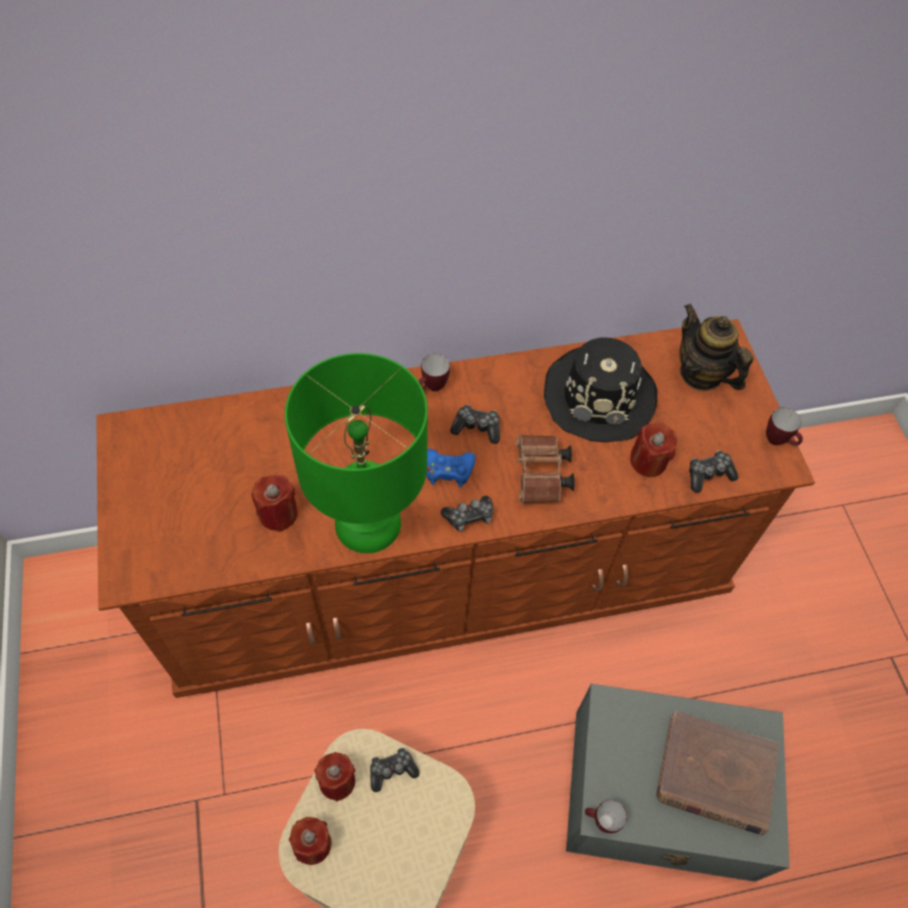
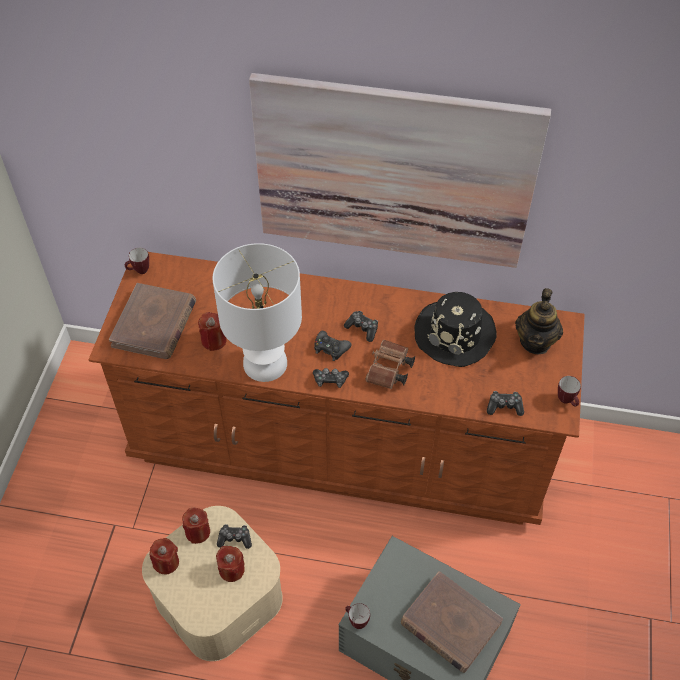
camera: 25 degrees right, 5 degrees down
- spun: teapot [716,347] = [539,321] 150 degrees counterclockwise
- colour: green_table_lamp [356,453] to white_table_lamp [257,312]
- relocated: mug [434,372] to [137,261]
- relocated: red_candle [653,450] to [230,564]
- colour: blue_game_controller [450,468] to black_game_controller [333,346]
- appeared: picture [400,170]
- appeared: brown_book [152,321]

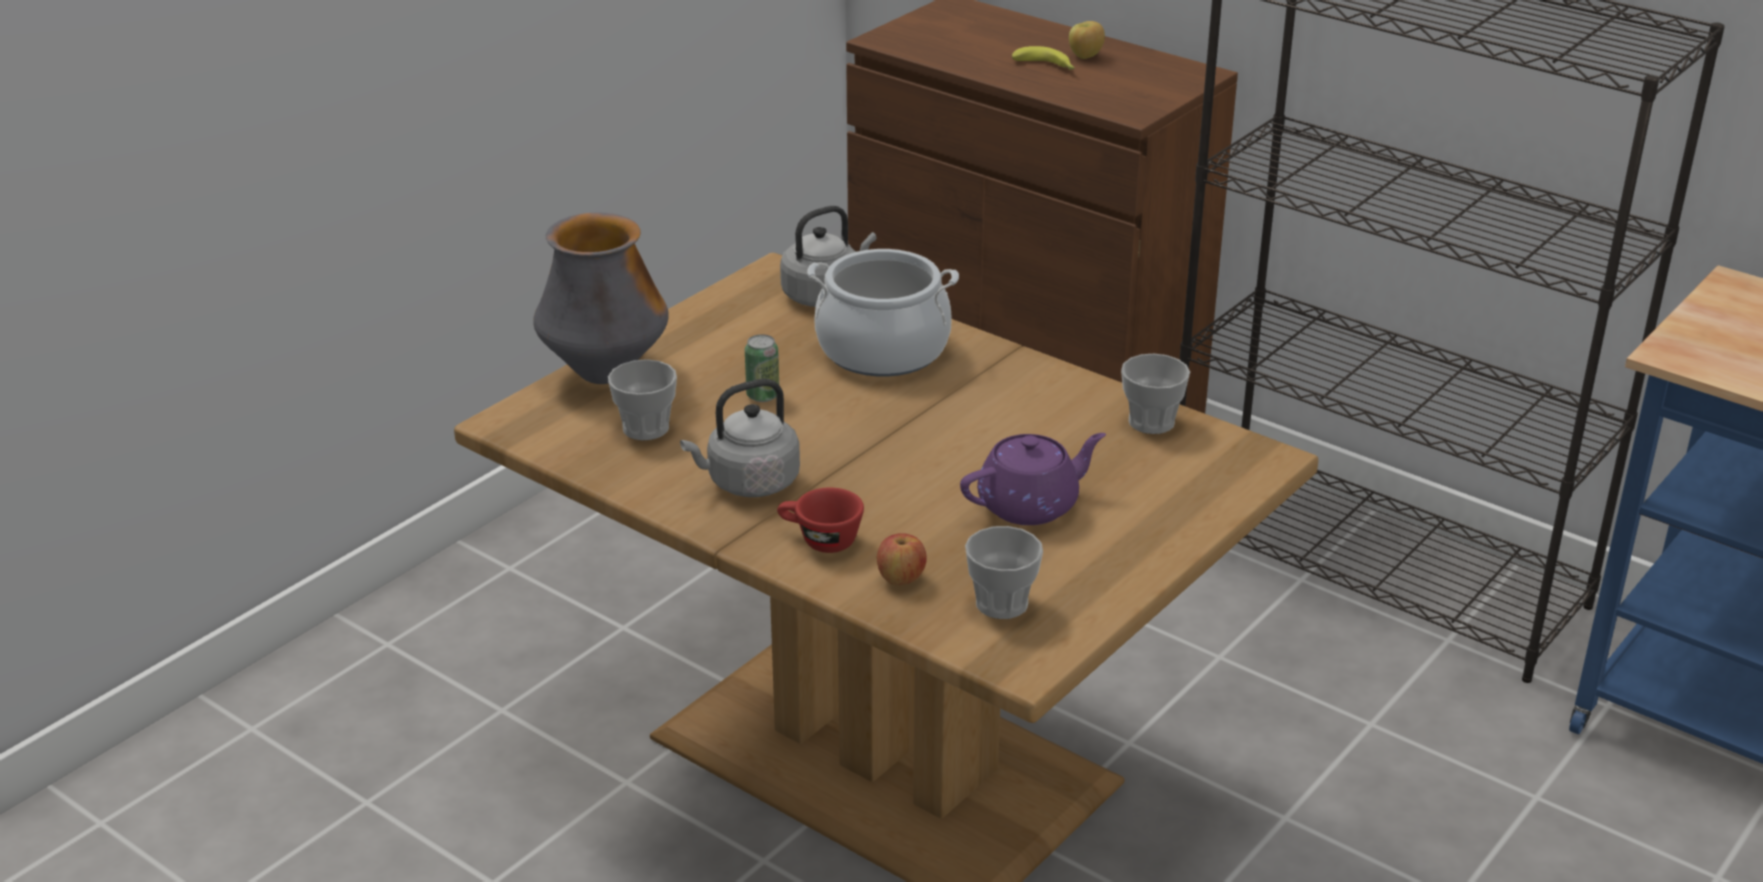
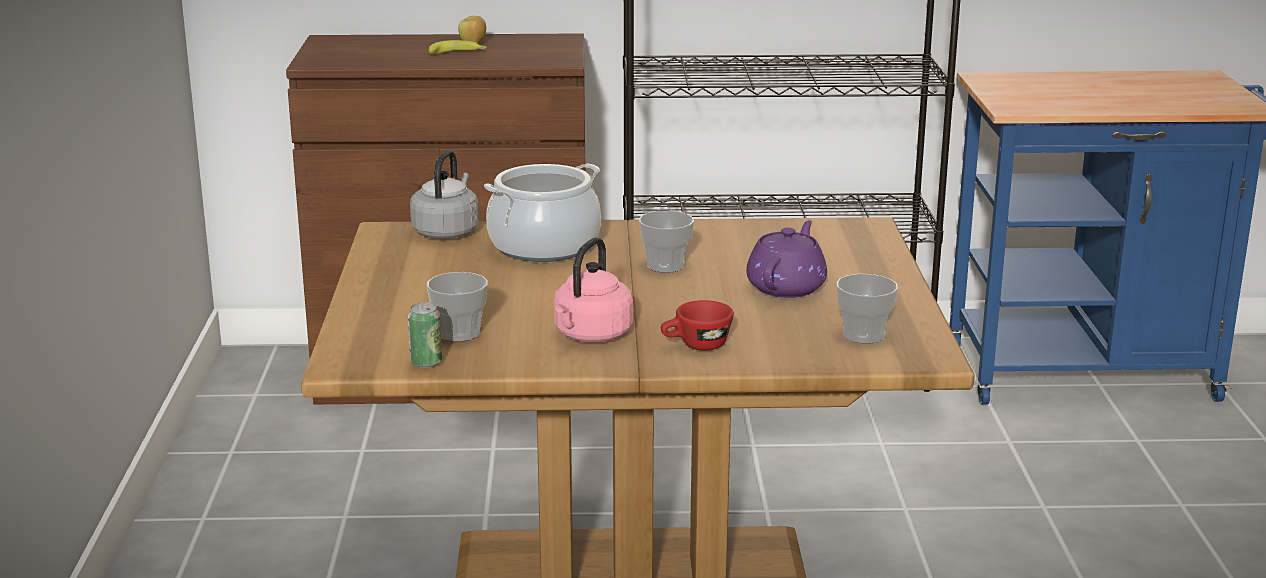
camera: 40 degrees left, 10 degrees down
- missing: vase [601,298]
- relocated: can [762,368] to [425,335]
- relocated: cup [1155,394] to [666,242]
- colour: grey_kettle [740,438] to pink_kettle [593,289]
- missing: apple [902,559]

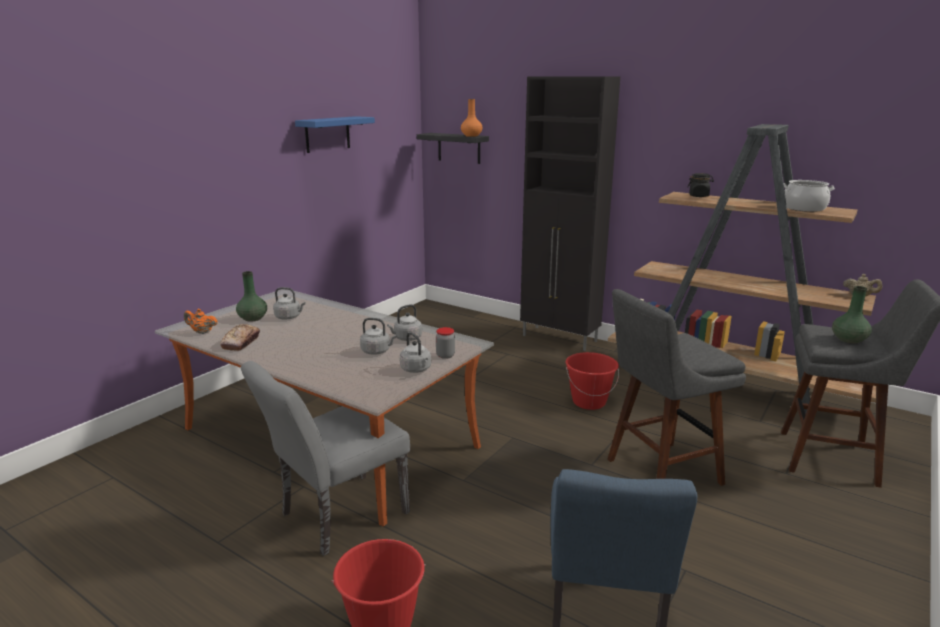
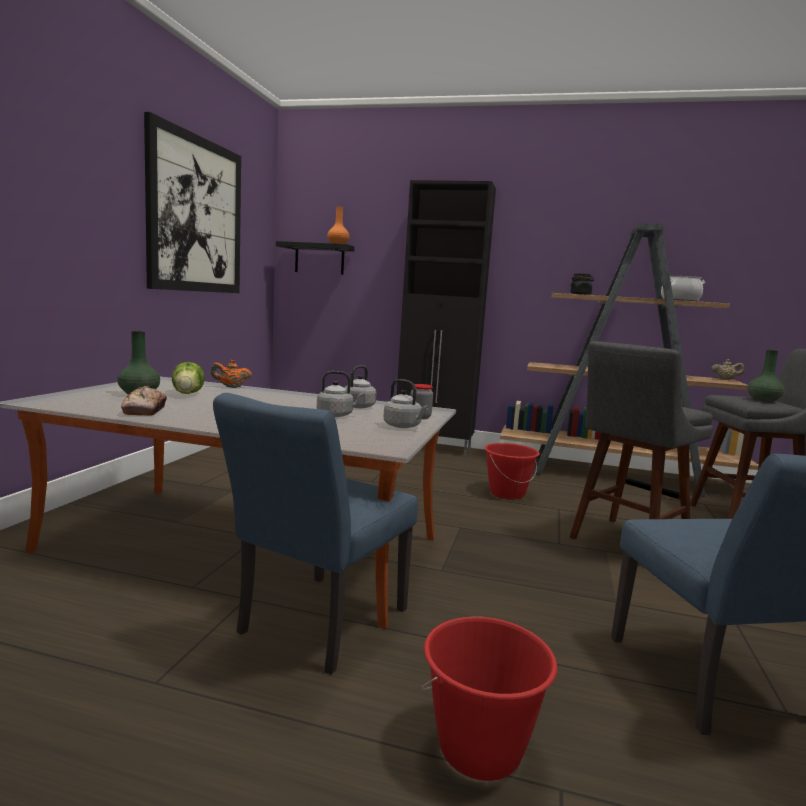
camera: 20 degrees left, 10 degrees down
- exchanged: blue_shelf [335,134] to picture [192,202]
- exchanged: grey_kettle [289,303] to lettuce [188,378]
- relocated: orange_teapot [201,321] to [231,374]
- colour: grey_chair [325,458] to blue_chair [315,533]

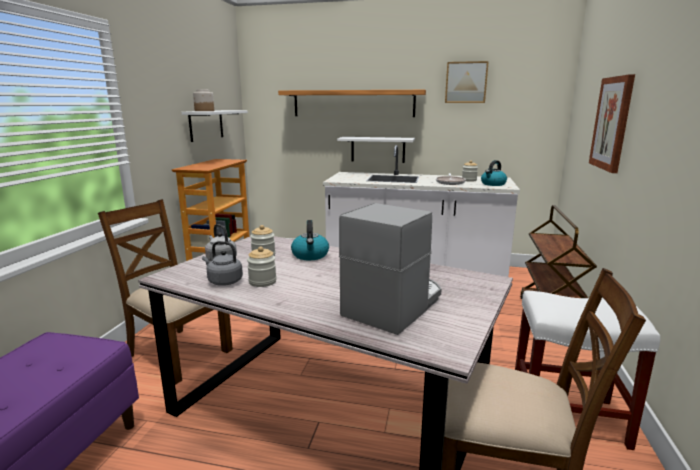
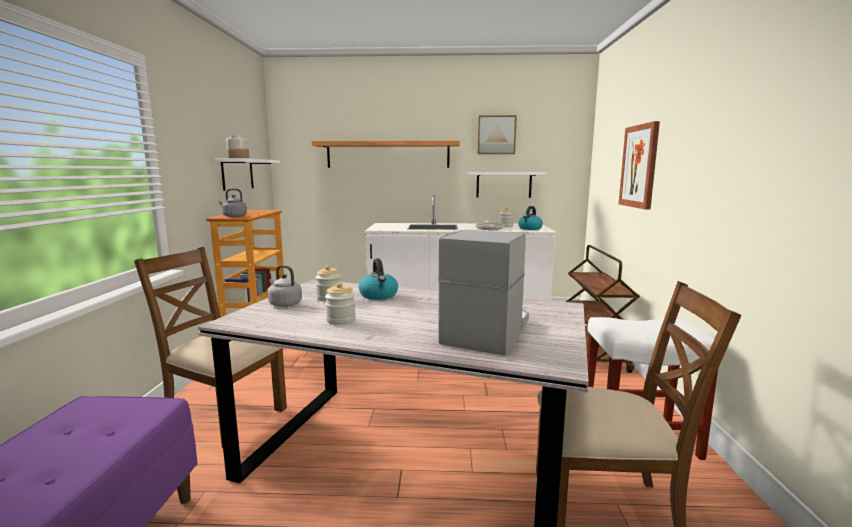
camera: 10 degrees left, 5 degrees down
- relocated: white_shelf [376,150] to [507,185]
- relocated: grey_kettle [222,263] to [233,202]

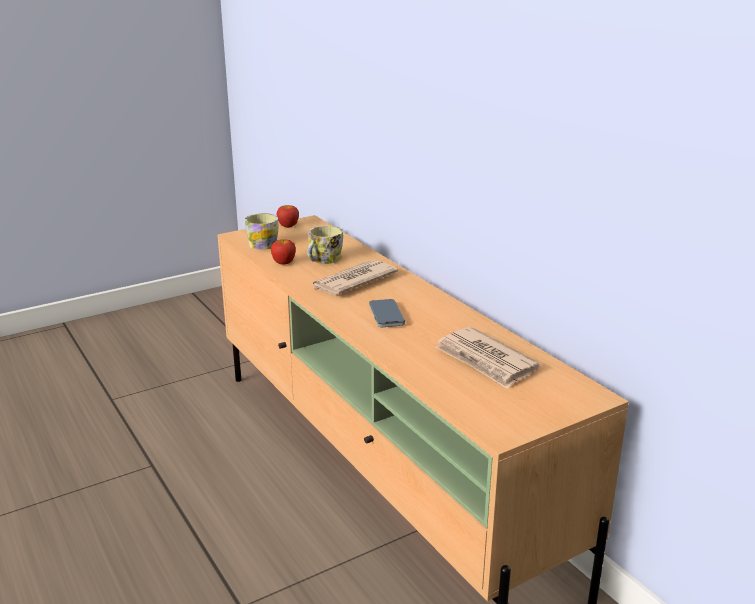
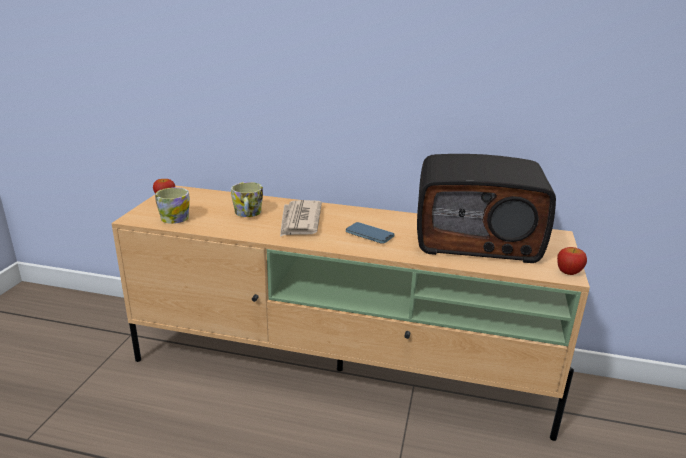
camera: 45 degrees left, 0 degrees up
- relocated: apple [283,252] to [572,261]
- exchanged: newspaper [487,358] to radio [486,208]

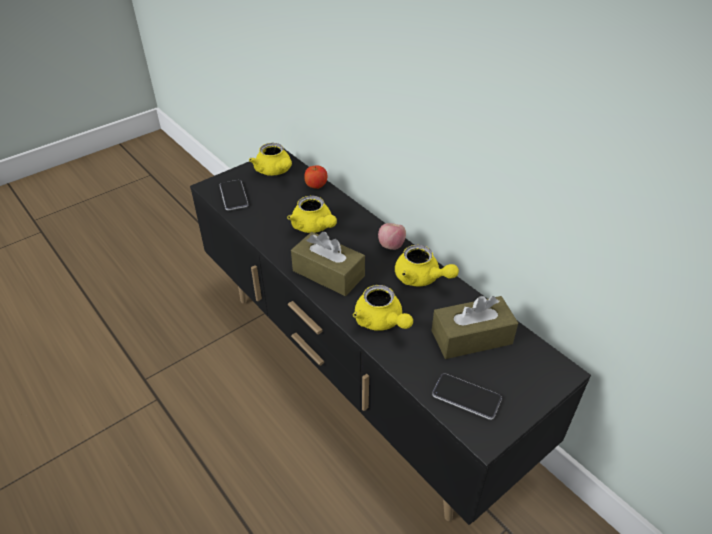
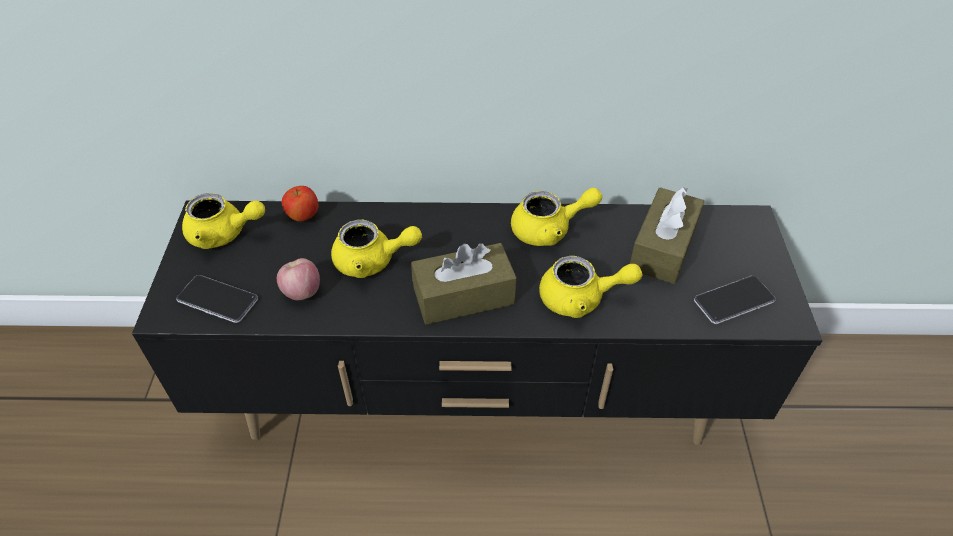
camera: 50 degrees left, 5 degrees up
- relocated: apple [392,236] to [298,279]

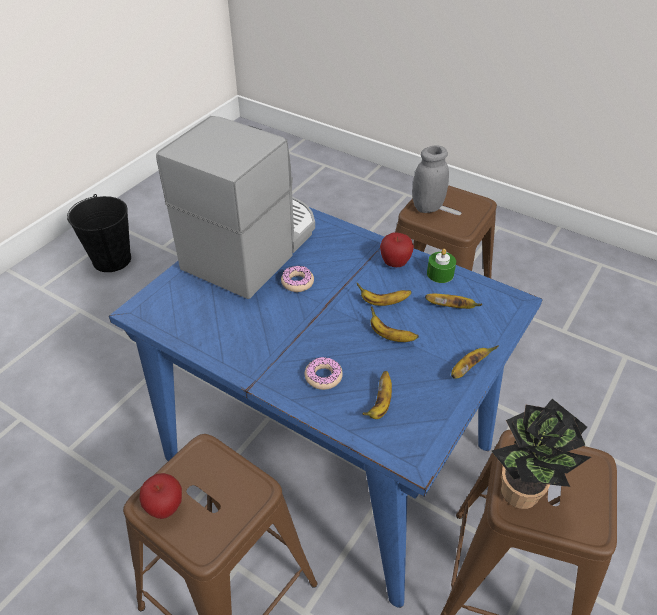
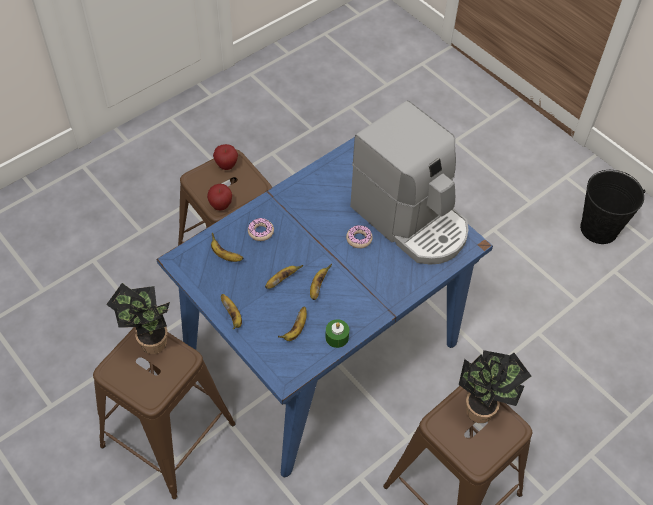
camera: 105 degrees right, 10 degrees up
- exchanged: grey_jar [430,179] to potted_plant [494,386]
- relocated: apple [397,249] to [219,197]

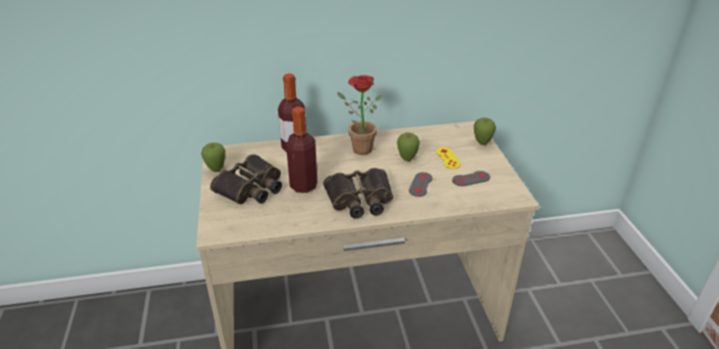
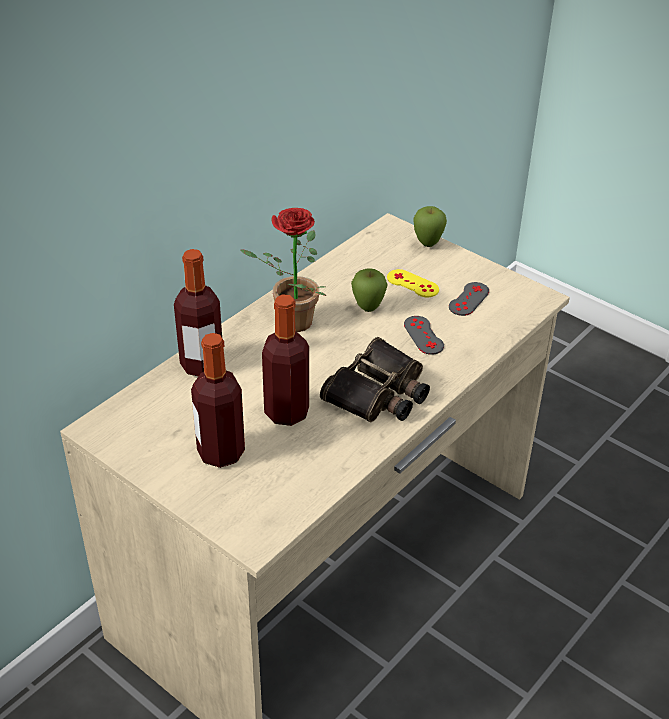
camera: 40 degrees left, 5 degrees up
- missing: apple [213,157]
- exchanged: binoculars [246,179] to bottle [218,400]

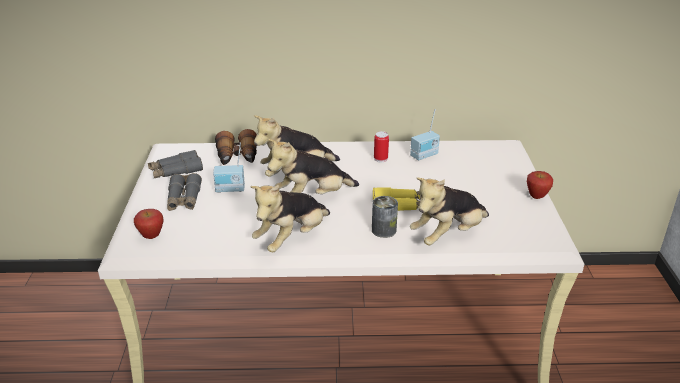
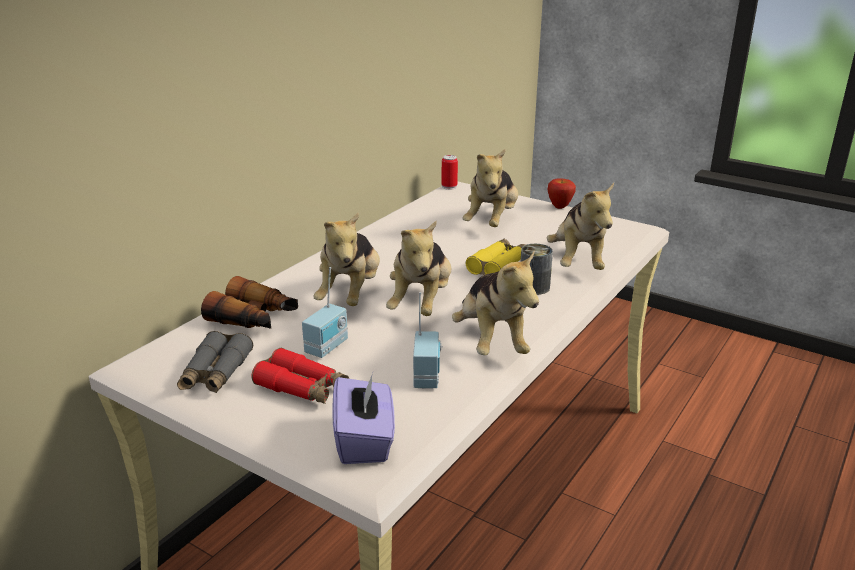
camera: 55 degrees left, 5 degrees down
- relocated: radio [425,135] to [428,340]
- relocated: can [381,146] to [449,172]
- colour: grey_binoculars [184,192] to red_binoculars [300,375]
- exchanged: apple [149,224] to purple_tissue_box [364,418]
- appeared: plush_toy [490,187]

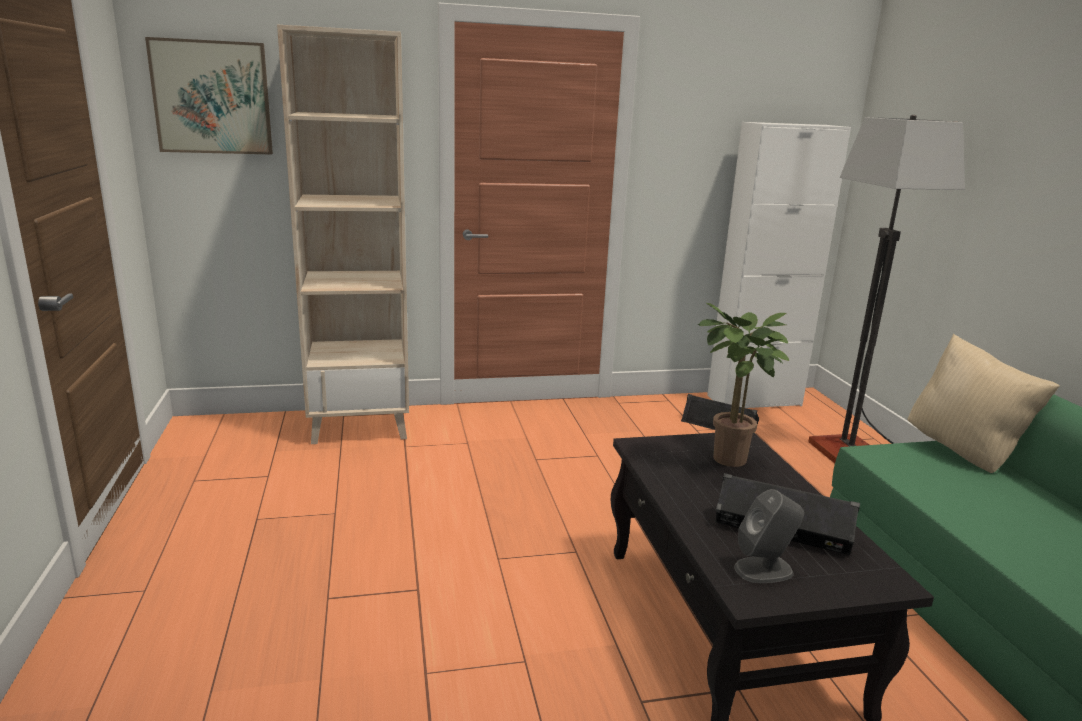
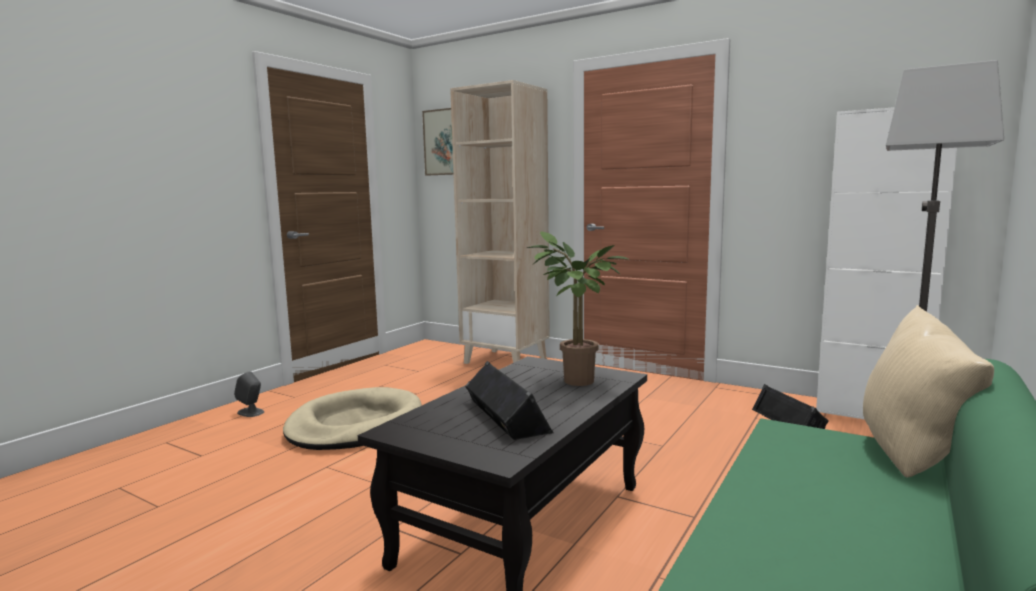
camera: 45 degrees right, 10 degrees down
- relocated: grey_speaker [769,536] to [249,394]
- appeared: beige_dog_bed [352,418]

